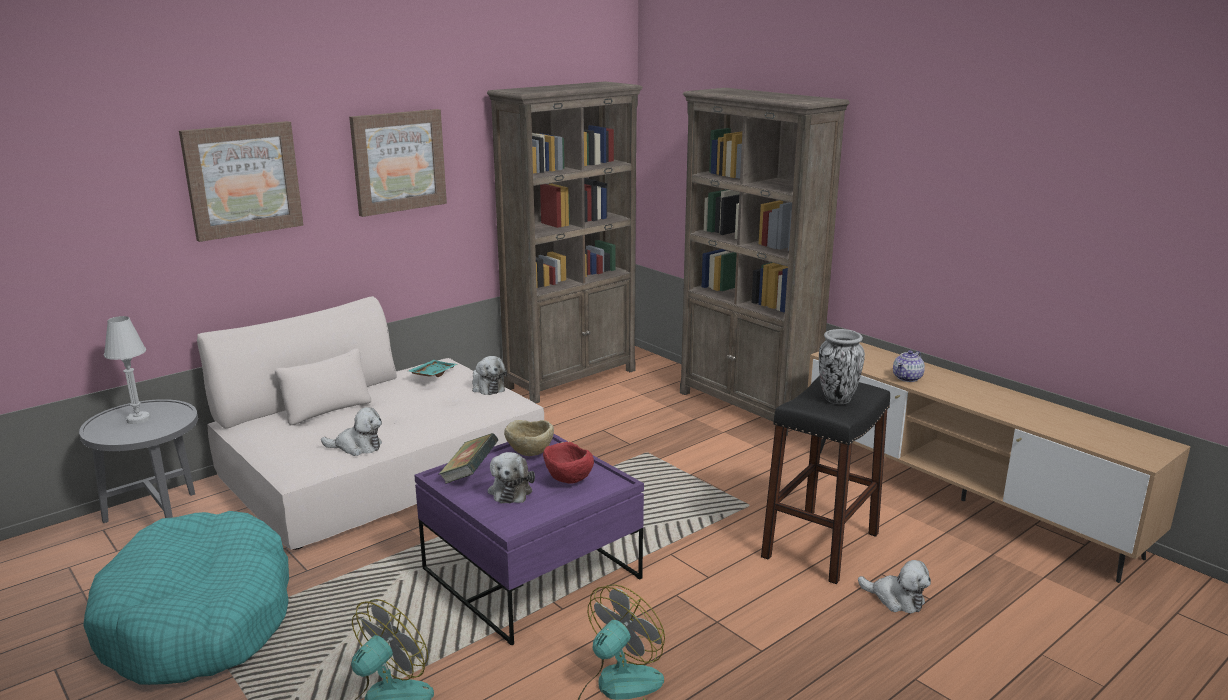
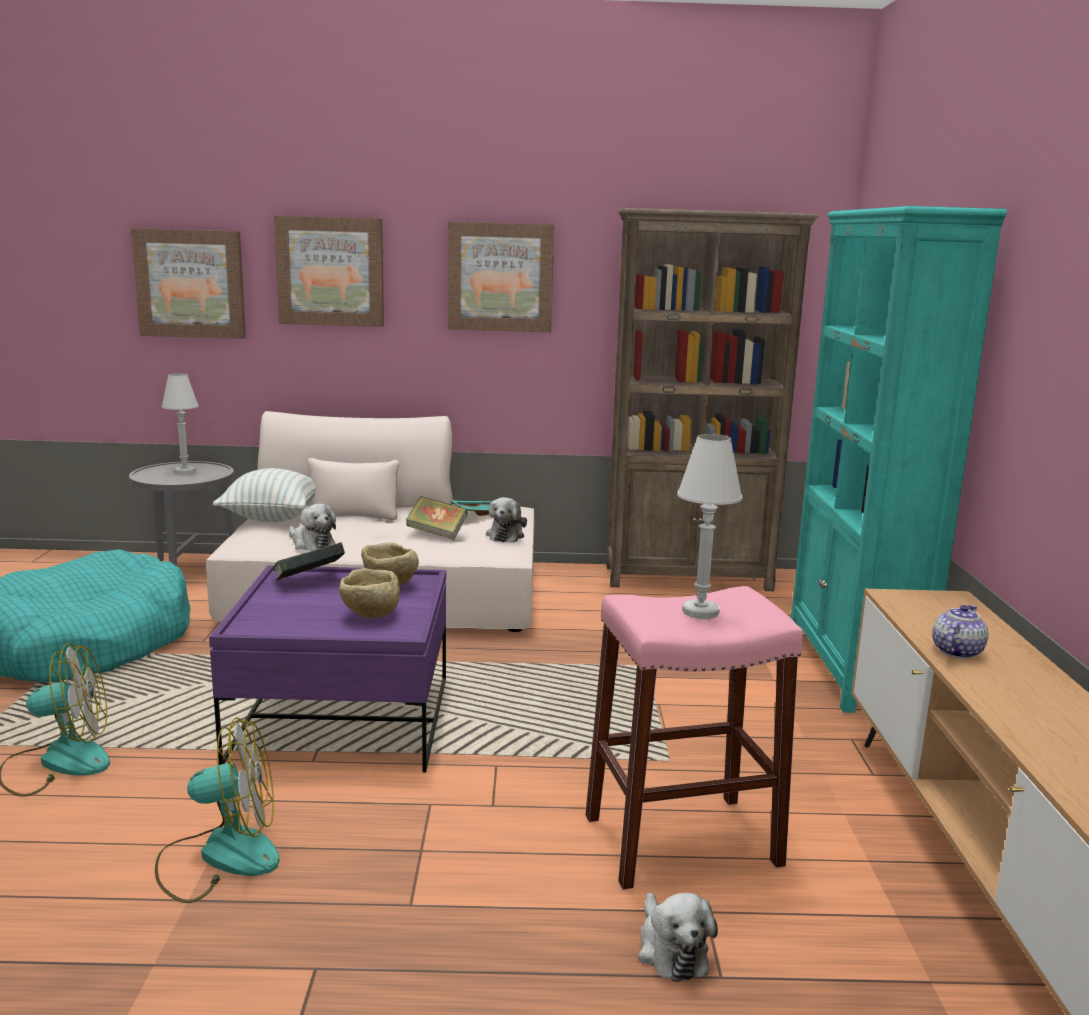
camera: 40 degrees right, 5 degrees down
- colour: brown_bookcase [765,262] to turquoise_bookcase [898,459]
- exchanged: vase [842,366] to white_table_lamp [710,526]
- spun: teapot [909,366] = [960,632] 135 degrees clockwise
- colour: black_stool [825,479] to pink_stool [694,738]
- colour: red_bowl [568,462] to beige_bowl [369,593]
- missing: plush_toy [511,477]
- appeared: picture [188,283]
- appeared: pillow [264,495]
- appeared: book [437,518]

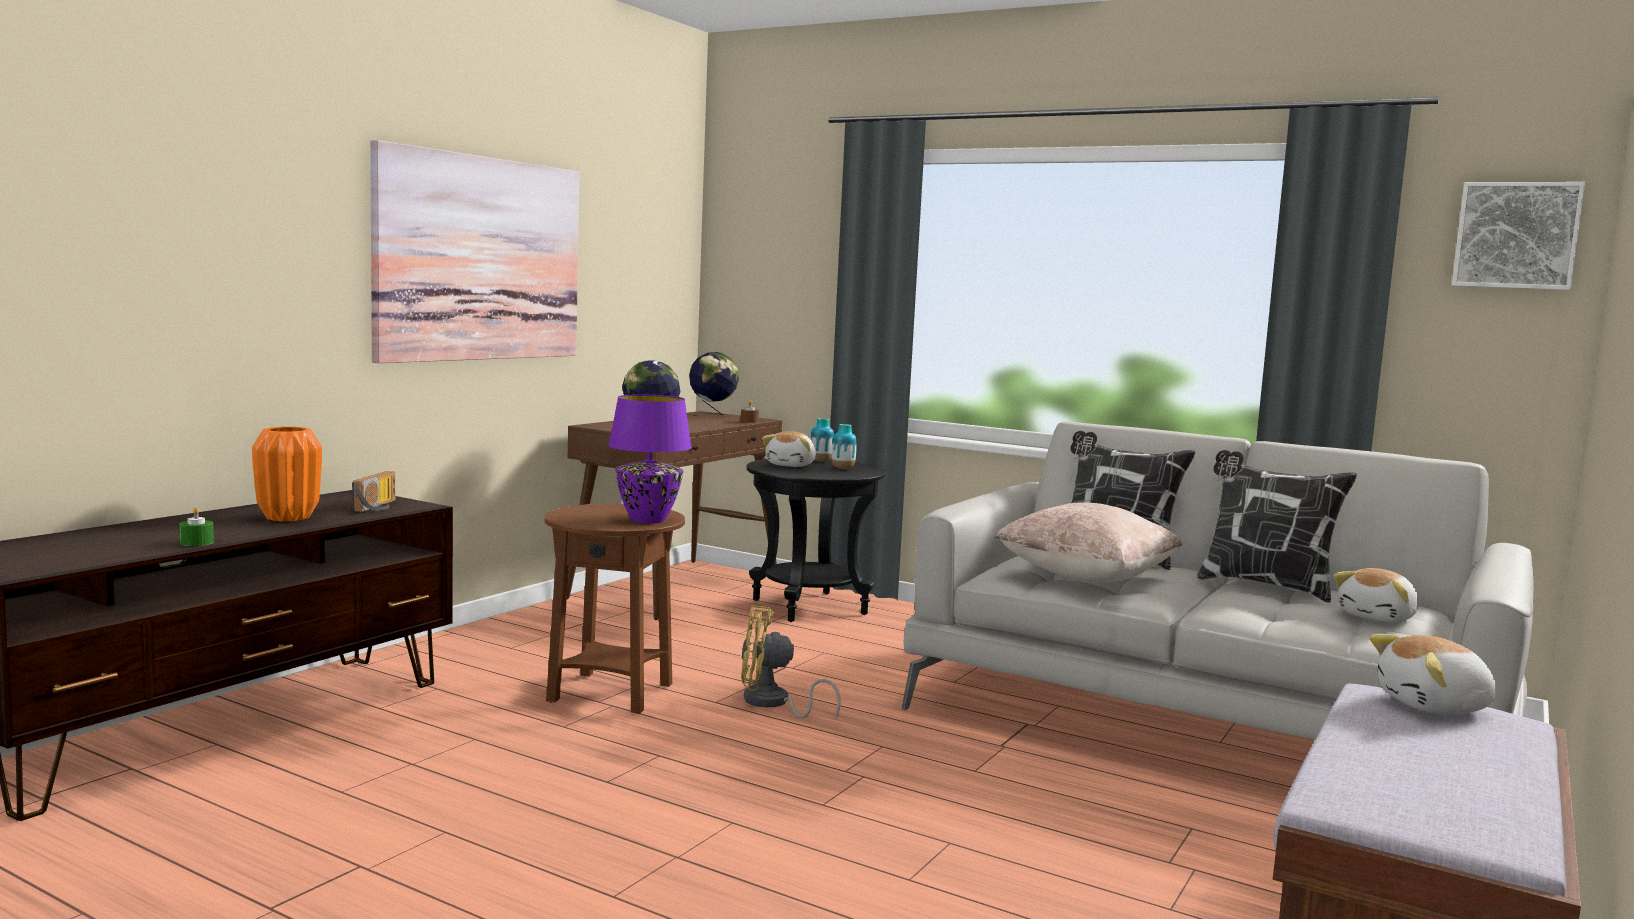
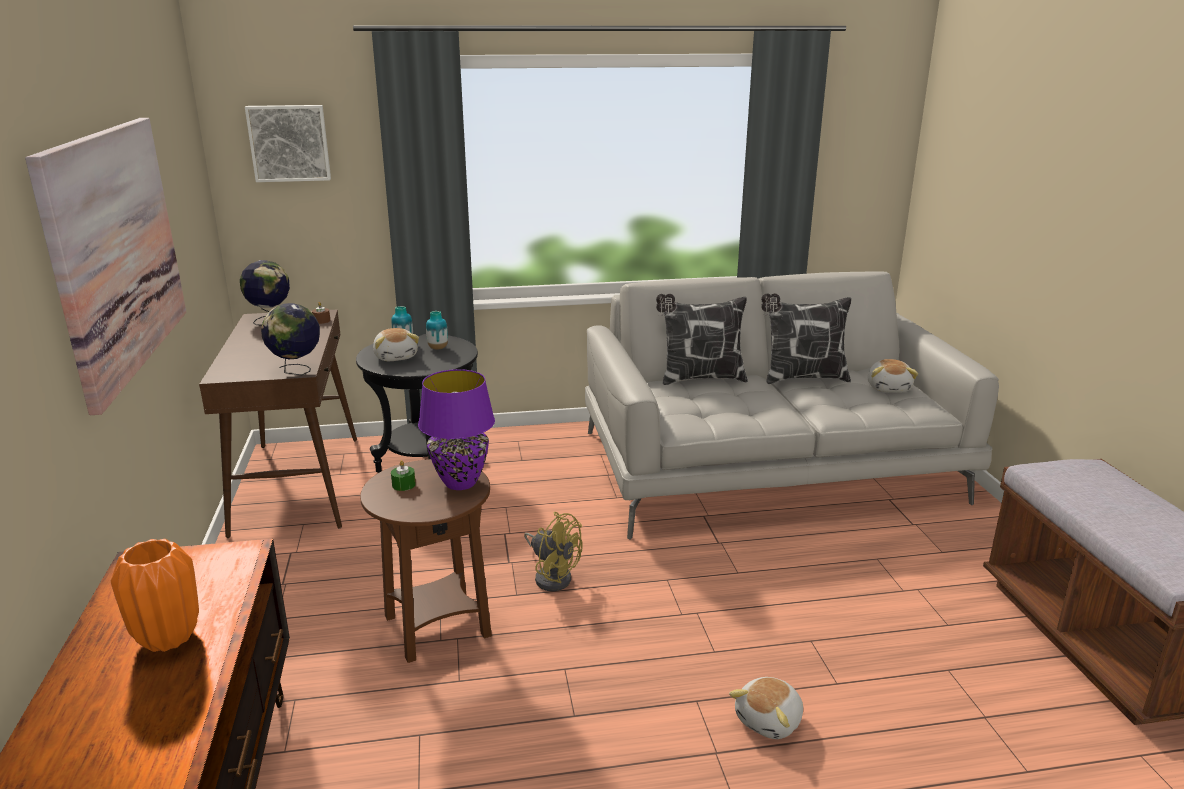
camera: 40 degrees left, 15 degrees up
- relocated: picture [1518,236] to [288,143]
- missing: radio [373,491]
- missing: beige_pillow [1088,543]
- relocated: green_candle [196,526] to [403,475]
- spun: yellow_fan [791,661] = [553,551] 105 degrees counterclockwise
- relocated: plush_toy [1432,674] to [766,708]

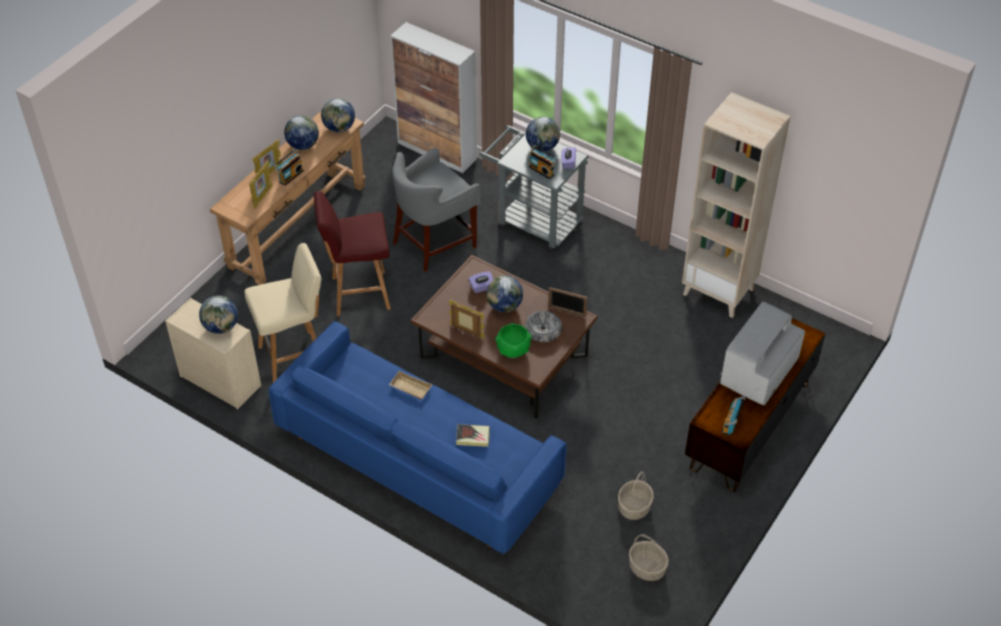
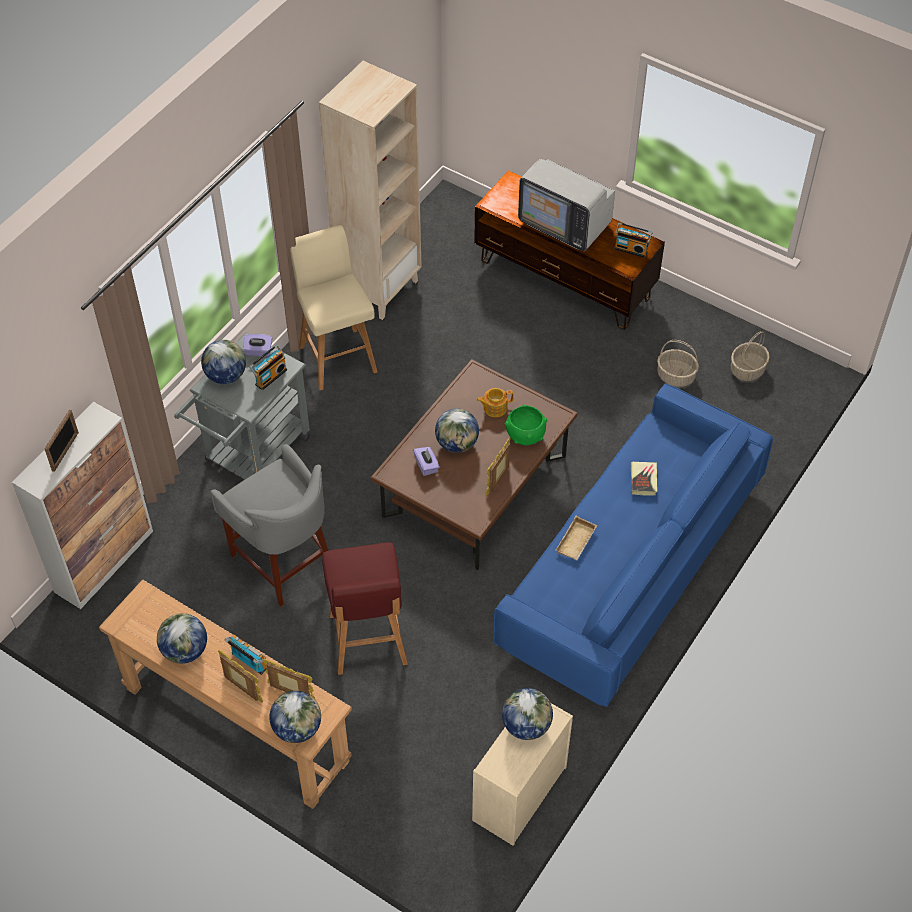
camera: 90 degrees left, 5 degrees up
- relocated: globe [338,115] to [295,717]
- relocated: beige_stool [282,313] to [334,307]
- relocated: picture_frame [567,302] to [62,440]
- exchanged: bowl [543,326] to teapot [495,402]

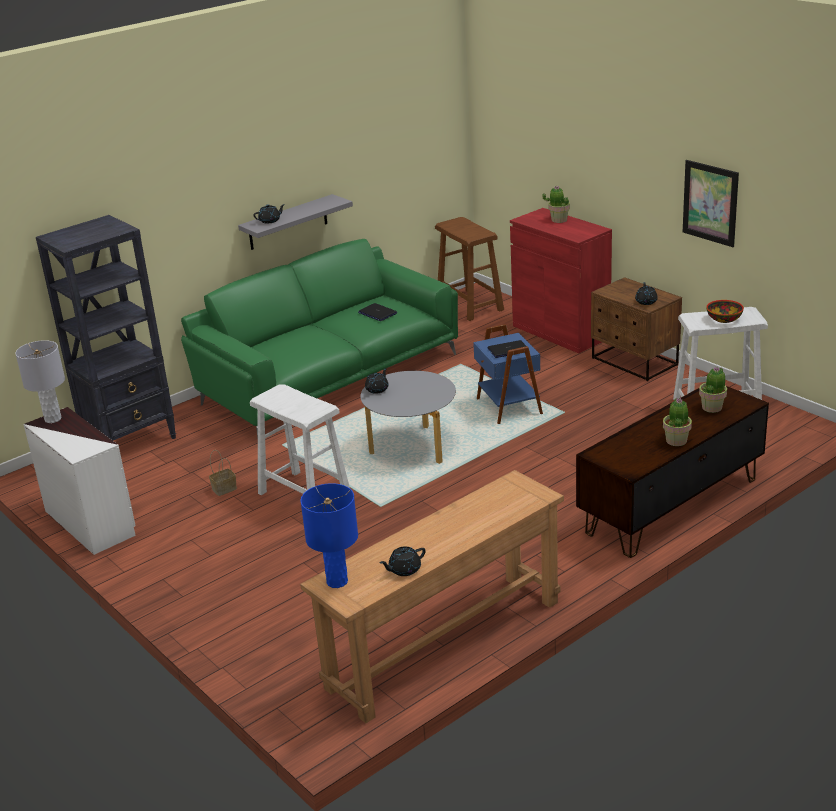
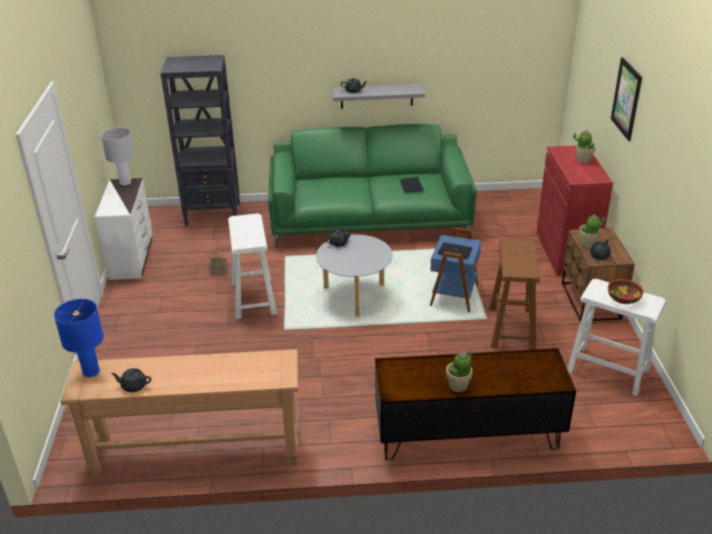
camera: 35 degrees right, 5 degrees up
- relocated: picture [711,203] to [626,99]
- relocated: brown_stool [469,269] to [514,294]
- relocated: potted_plant [713,389] to [592,231]

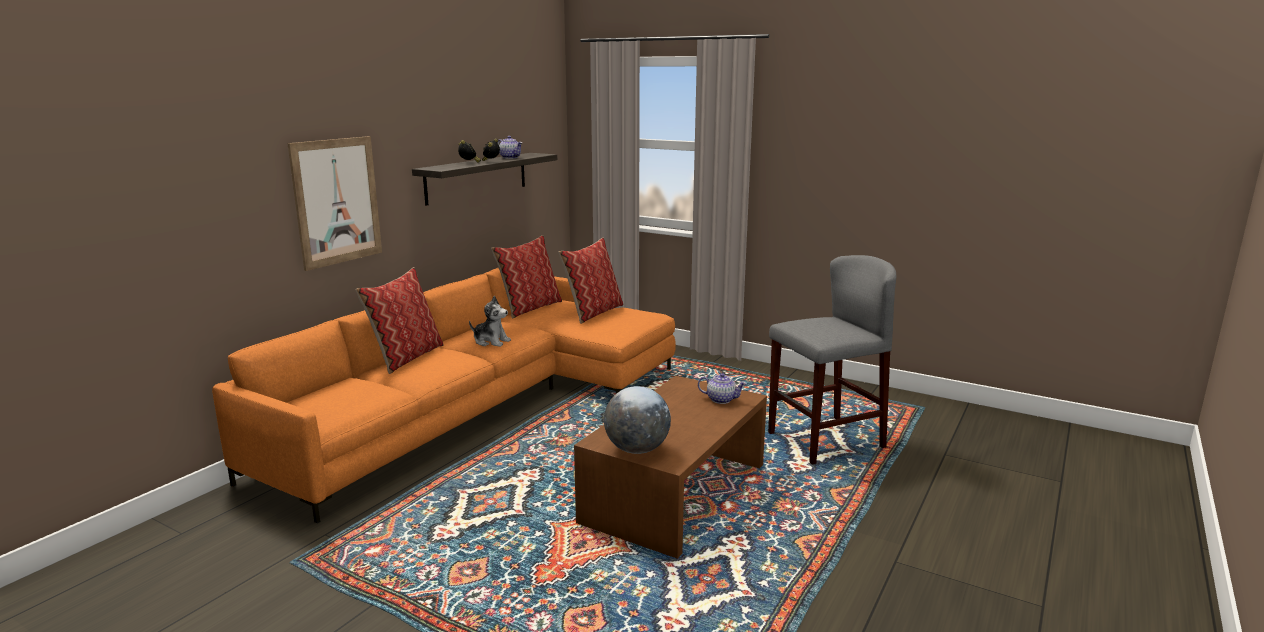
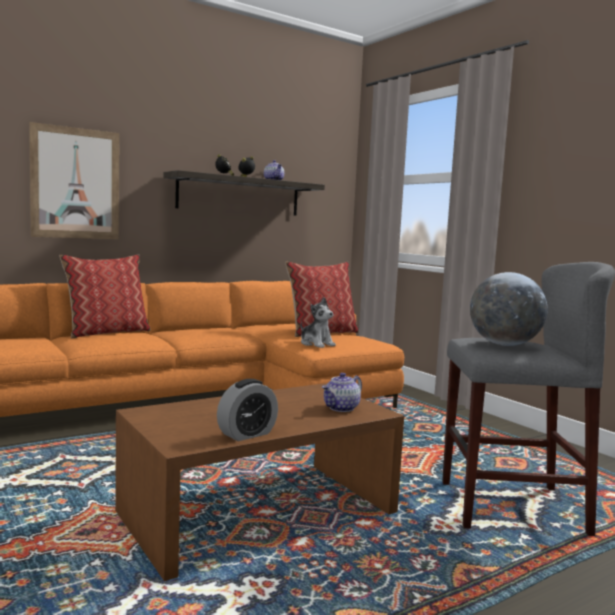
camera: 25 degrees right, 10 degrees down
- missing: pillow [526,277]
- relocated: plush_toy [490,321] to [318,322]
- spun: teapot [722,388] = [342,392] 90 degrees clockwise
- relocated: globe [637,420] to [508,309]
- appeared: alarm_clock [247,410]

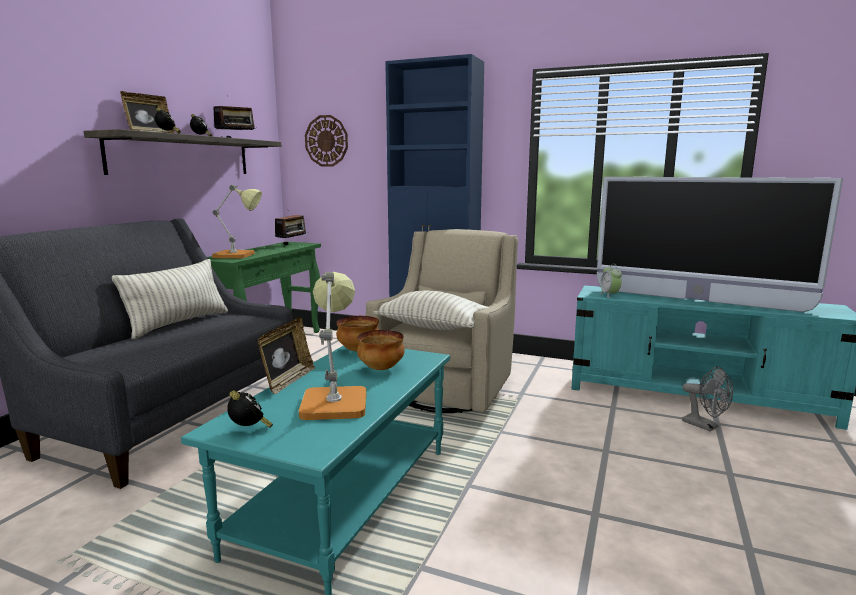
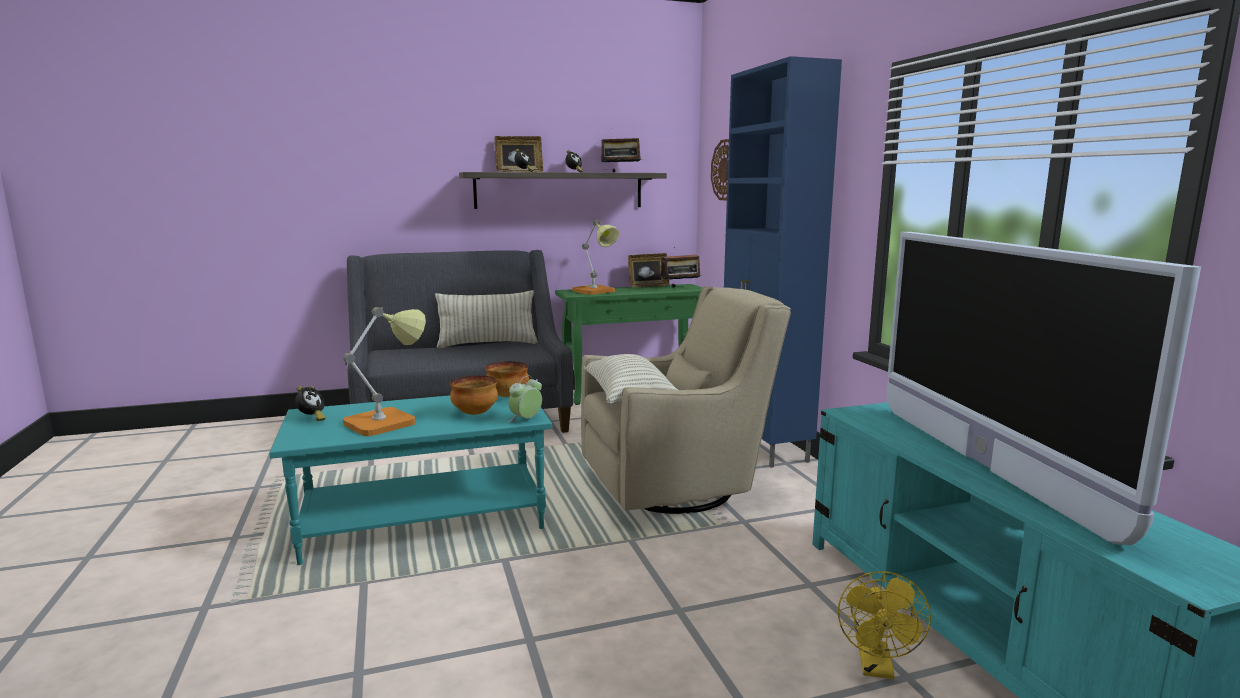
camera: 50 degrees right, 0 degrees up
- relocated: alarm_clock [610,281] to [525,399]
- relocated: picture_frame [286,355] to [649,270]
- colour: grey_fan [707,399] to yellow_fan [884,625]

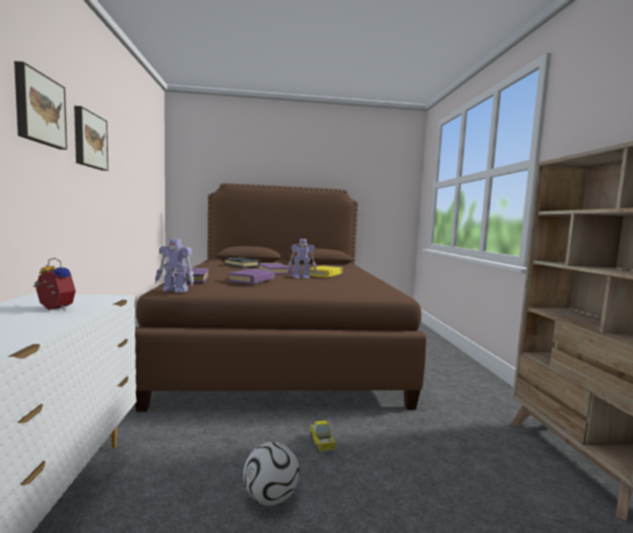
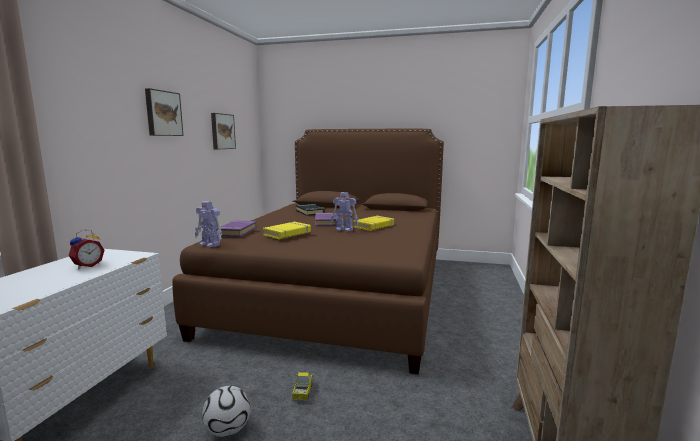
camera: 20 degrees right, 5 degrees up
- relocated: picture [40,105] to [223,131]
- spun: alarm_clock [55,284] = [86,249] 75 degrees clockwise
- colour: purple_book [251,276] to yellow_book [287,231]

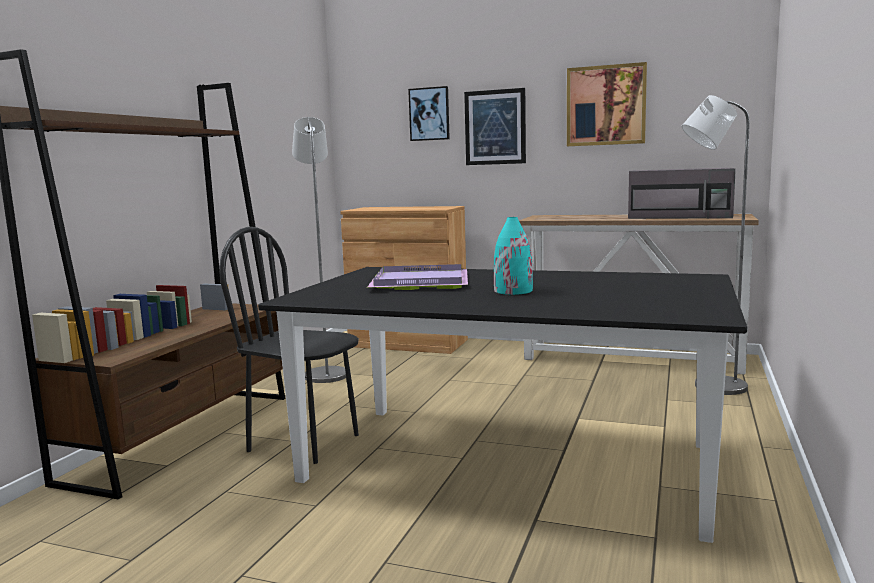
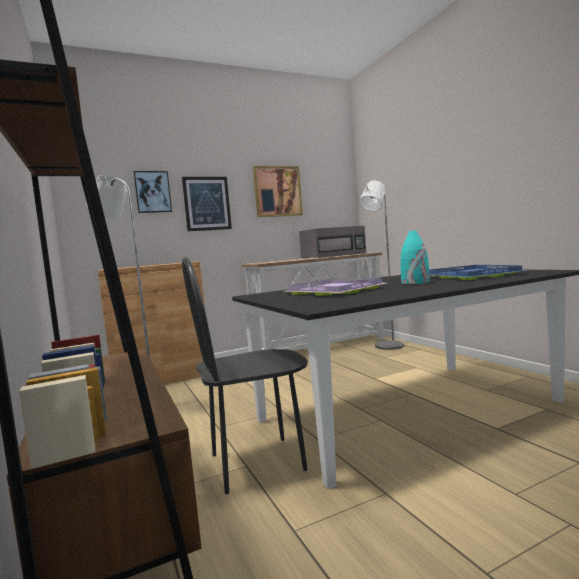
camera: 45 degrees left, 5 degrees down
- appeared: blue_tray [477,272]

